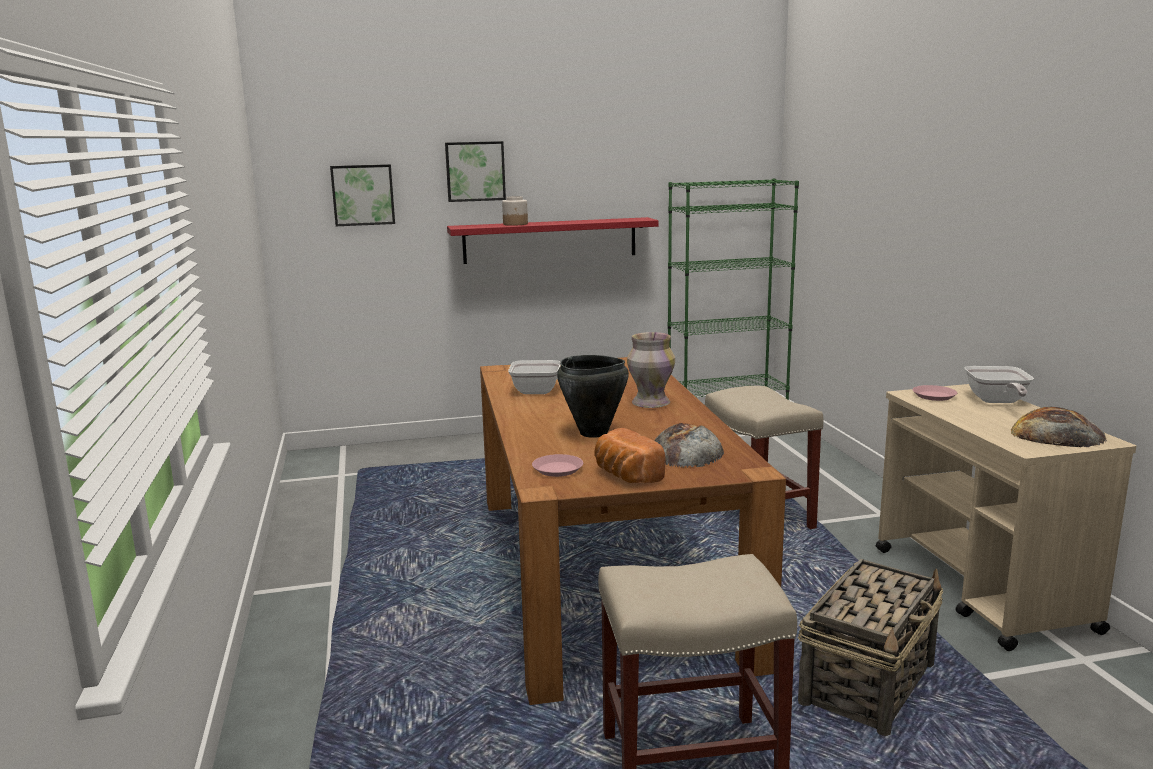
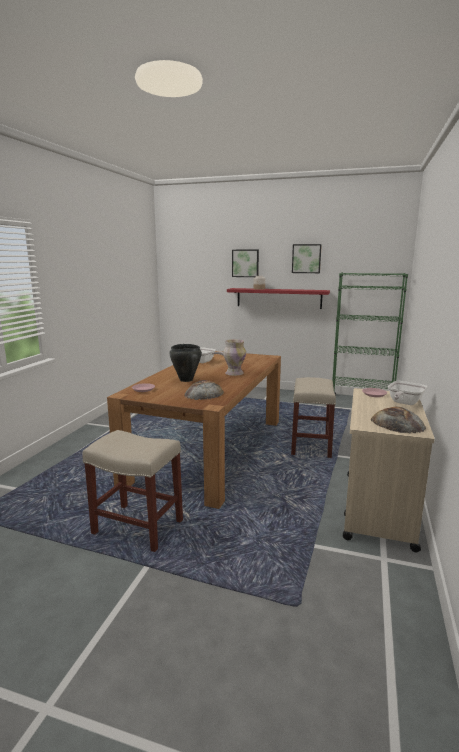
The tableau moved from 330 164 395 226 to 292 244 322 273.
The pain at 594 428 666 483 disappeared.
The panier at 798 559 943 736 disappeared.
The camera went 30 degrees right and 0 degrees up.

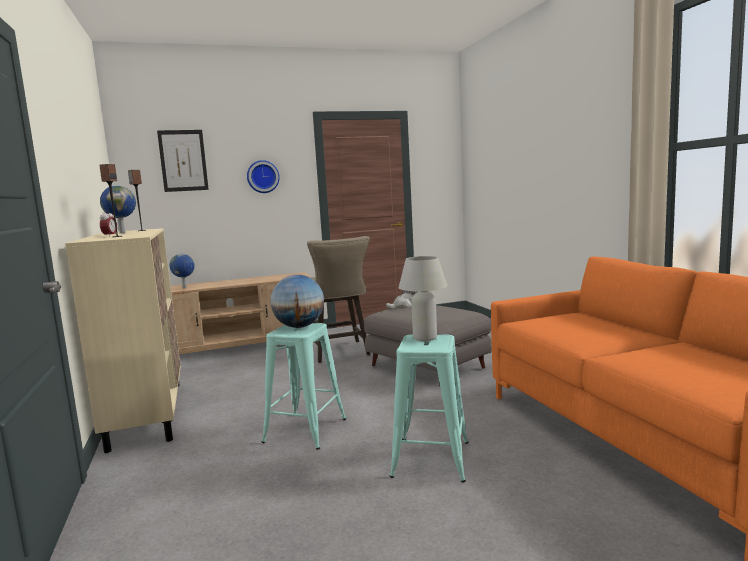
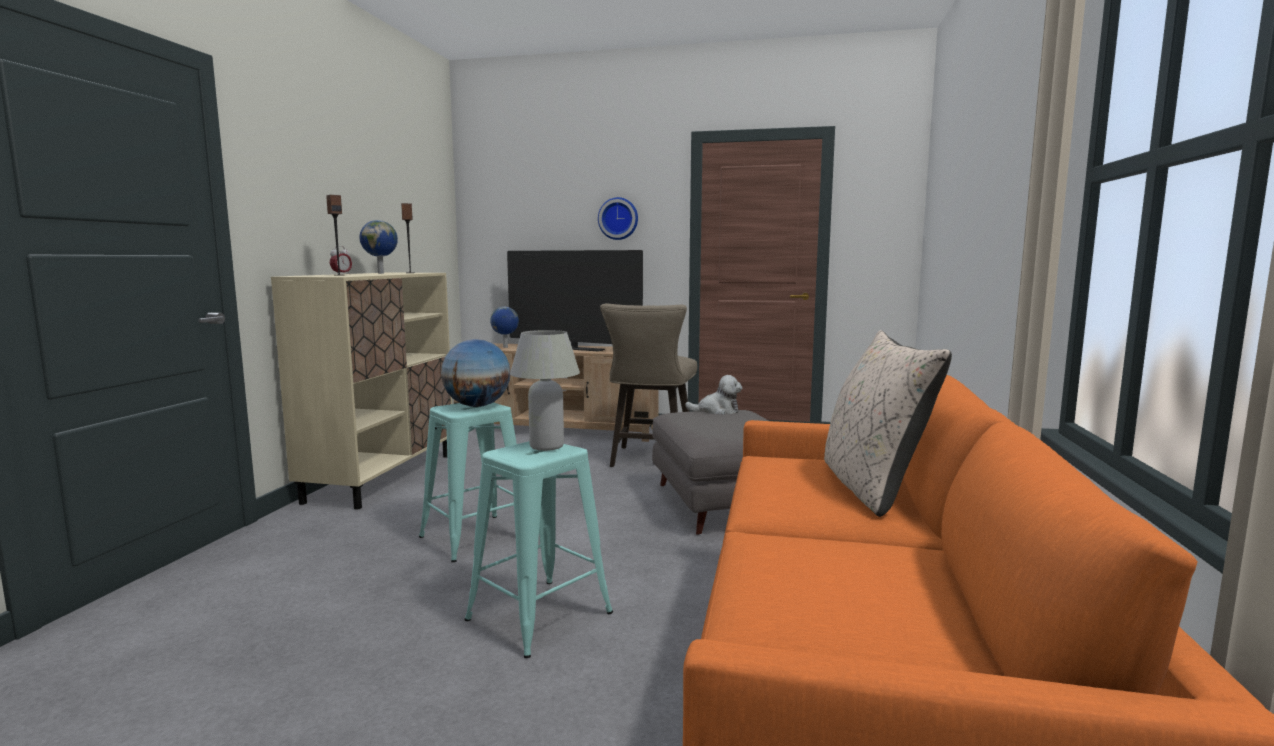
The tableau at 157 130 209 192 disappeared.
The téléviseur at 507 250 643 351 appeared.
The coussin (beige) at 824 330 952 517 appeared.
The camera went 30 degrees right and 0 degrees up.

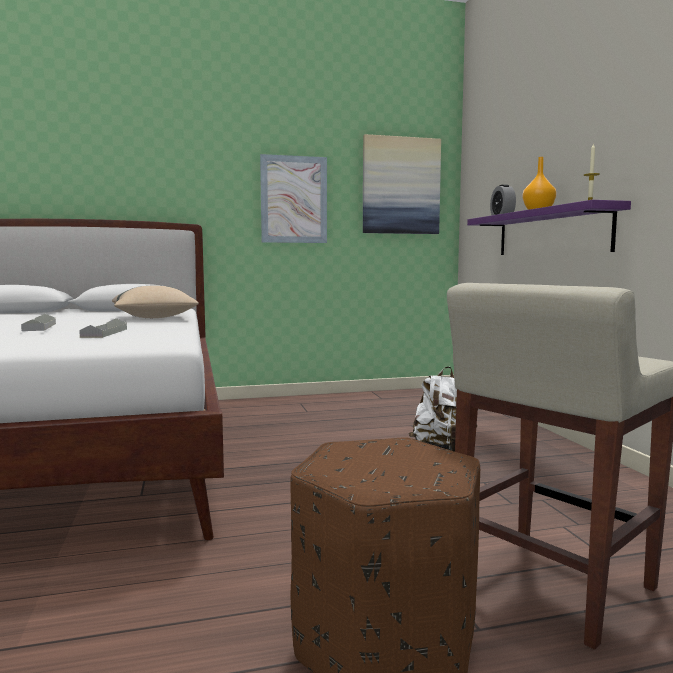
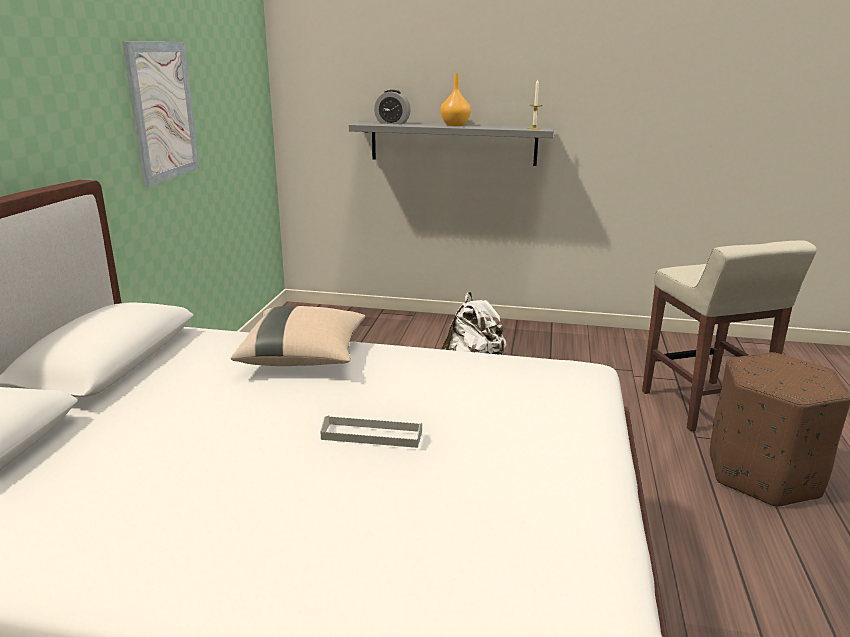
The plateau (gris) at 79 318 127 338 disappeared.
The tableau at 363 134 441 234 disappeared.
The étagère (violet) at 467 200 631 255 became the étagère (gris) at 349 121 554 166.
The camera went 65 degrees left and 15 degrees up.

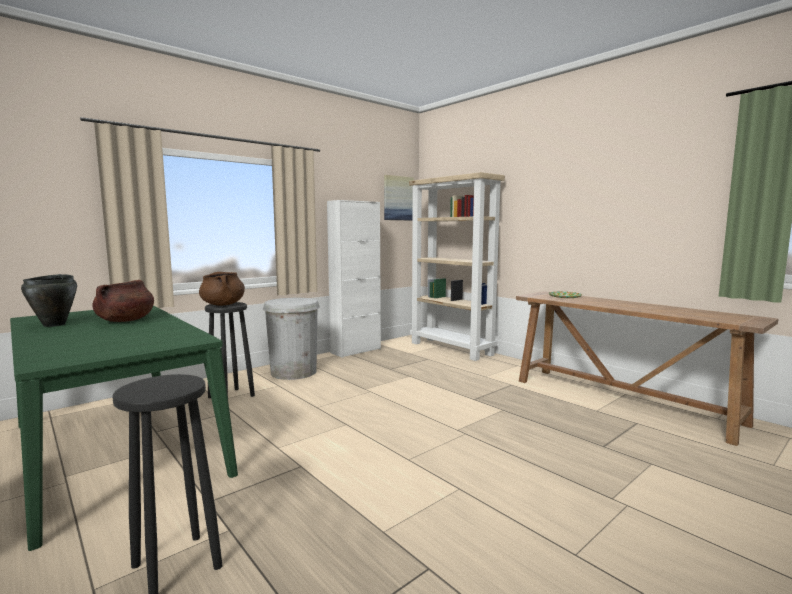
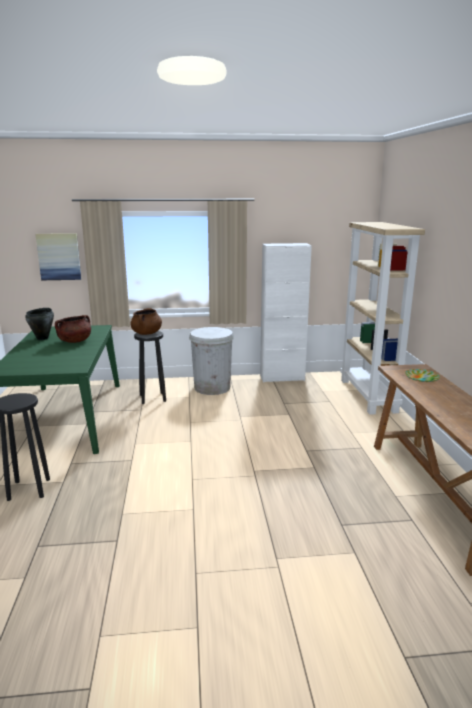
The tableau moved from 384 175 414 220 to 35 233 81 280.
The camera went 35 degrees right and 10 degrees up.

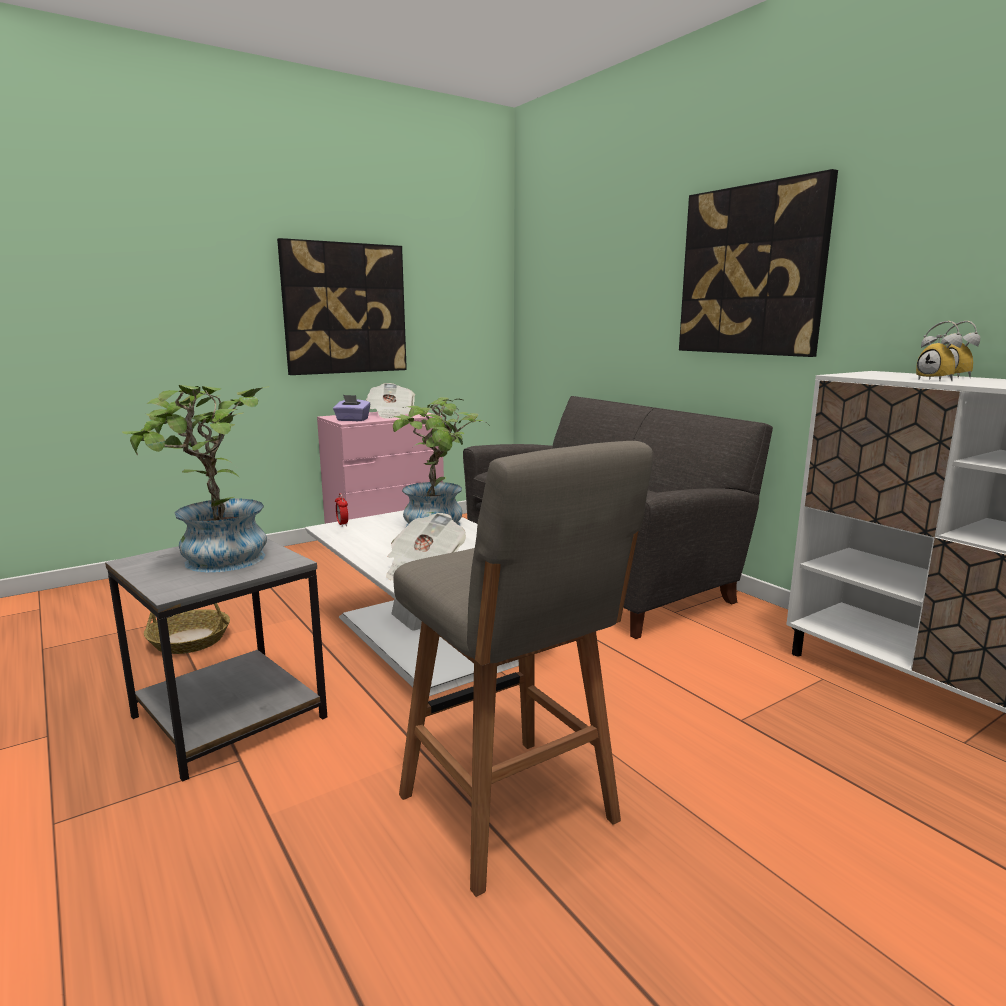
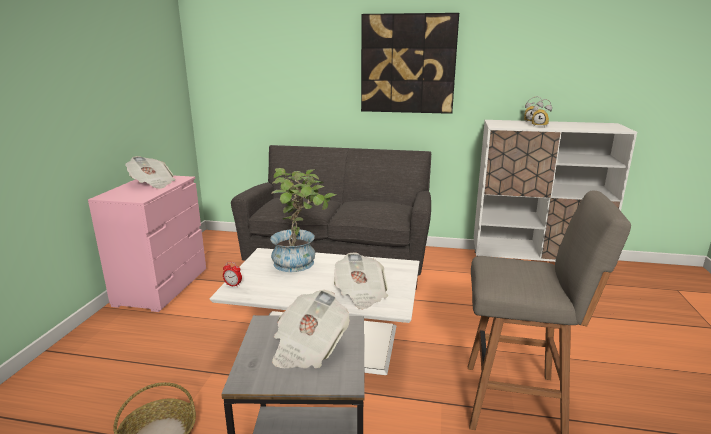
The plante en pot at 122 385 270 572 was replaced by the journal at 272 290 350 369.
The tableau at 277 238 407 375 disappeared.
The boîte à mouchoirs (violet) at 333 395 370 421 disappeared.
The camera went 45 degrees left and 5 degrees up.

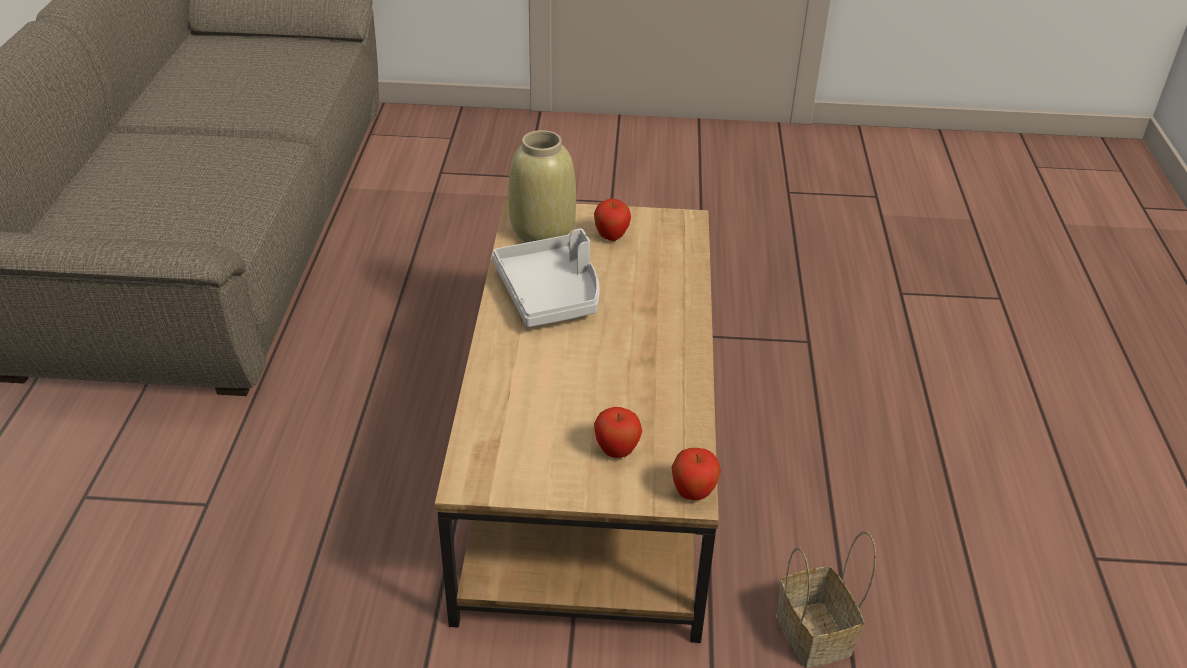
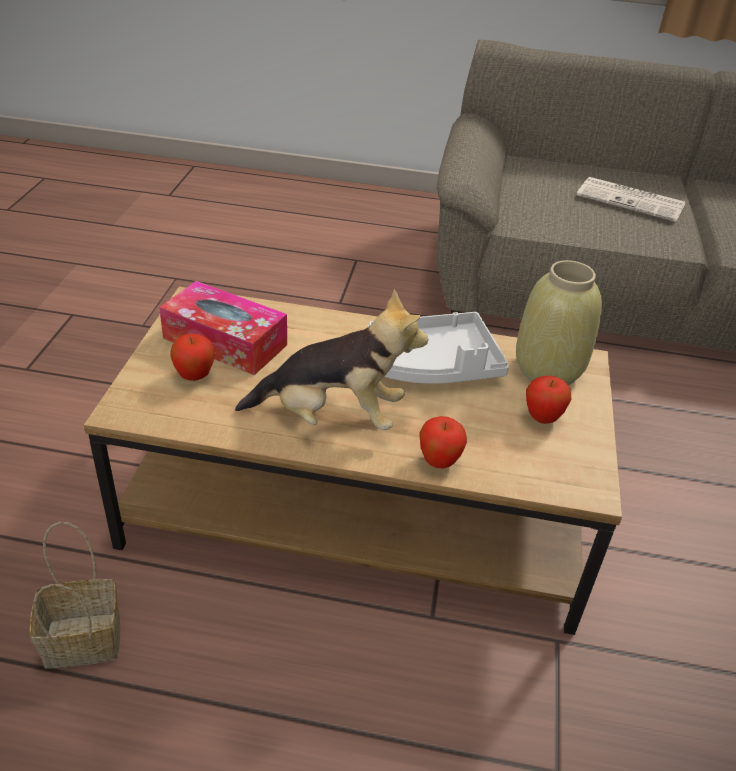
The pomme moved from 672 448 721 500 to 419 416 467 469.
The boîte à mouchoirs at 159 281 287 375 appeared.
The peluche at 235 289 428 430 appeared.
The journal at 577 177 686 222 appeared.
The camera went 95 degrees right and 0 degrees up.

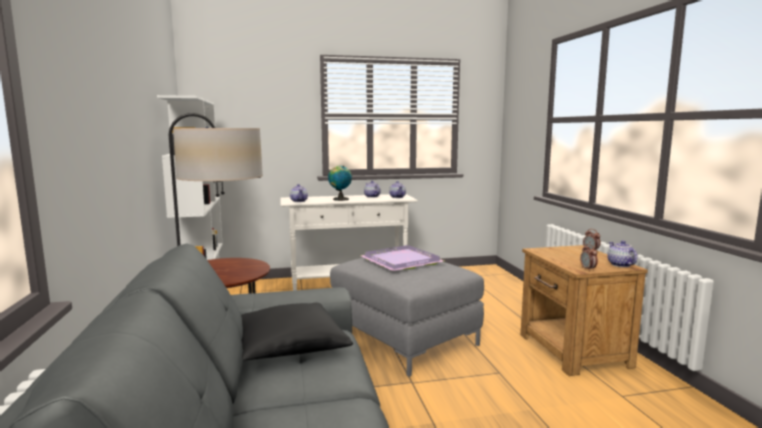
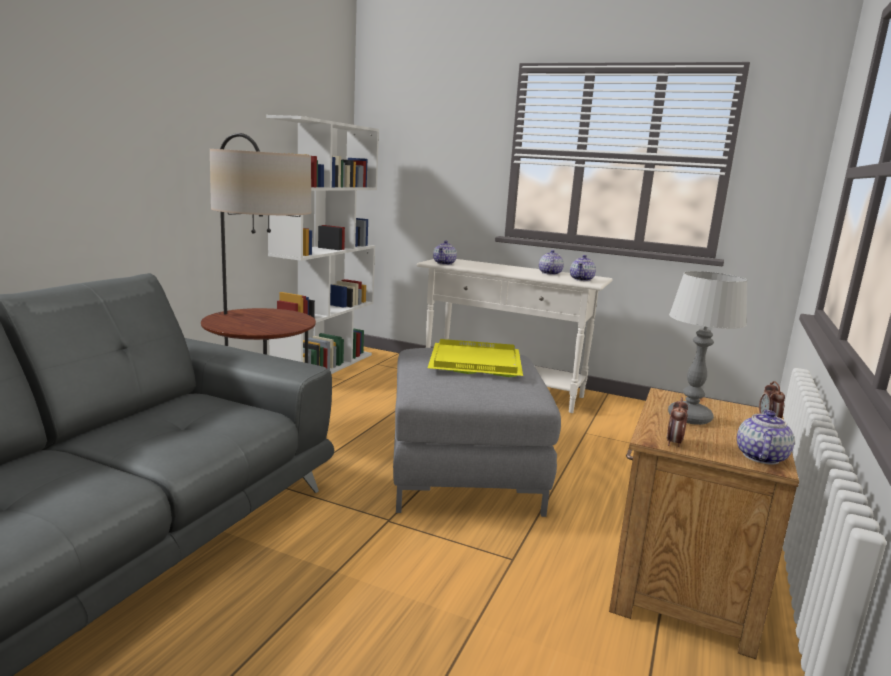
The coussin (noir) at 241 303 353 360 disappeared.
The globe at 328 166 352 201 disappeared.
The plateau (violet) at 361 245 444 271 became the plateau (jaune) at 428 339 523 377.
The lampe de table at 668 271 747 425 appeared.
The camera went 35 degrees right and 5 degrees up.

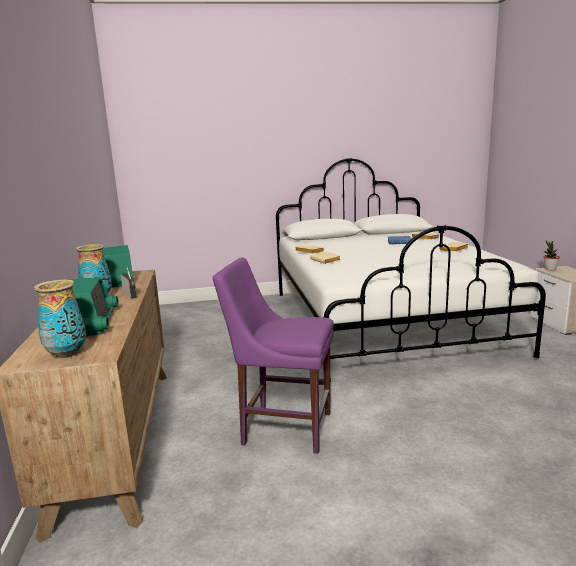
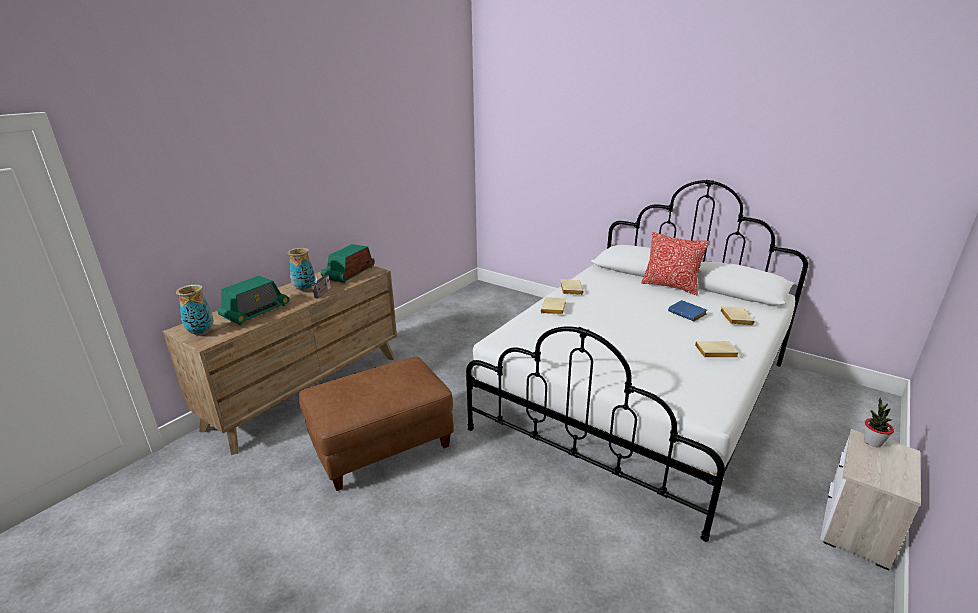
The chaise (violet) at 213 257 334 454 was replaced by the pouf (marron) at 299 357 453 491.
The coussin at 641 232 710 295 appeared.
The camera went 45 degrees right and 10 degrees up.

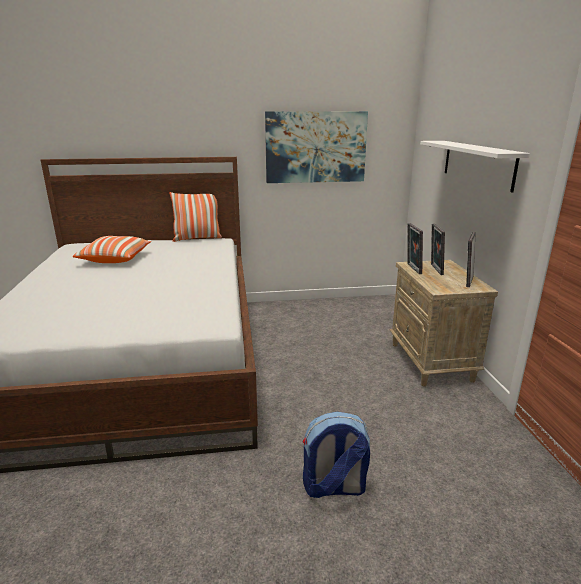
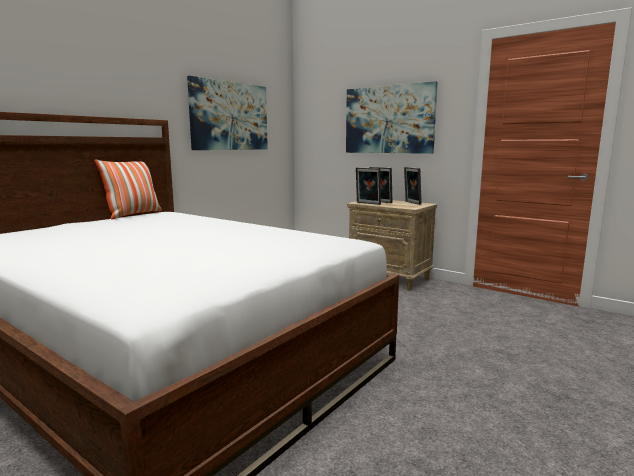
The coussin at 73 236 151 263 disappeared.
The sac à dos at 303 412 370 498 disappeared.
The étagère (blanc) at 420 141 530 193 was replaced by the tableau at 346 81 437 154.
The camera went 45 degrees left and 10 degrees down.

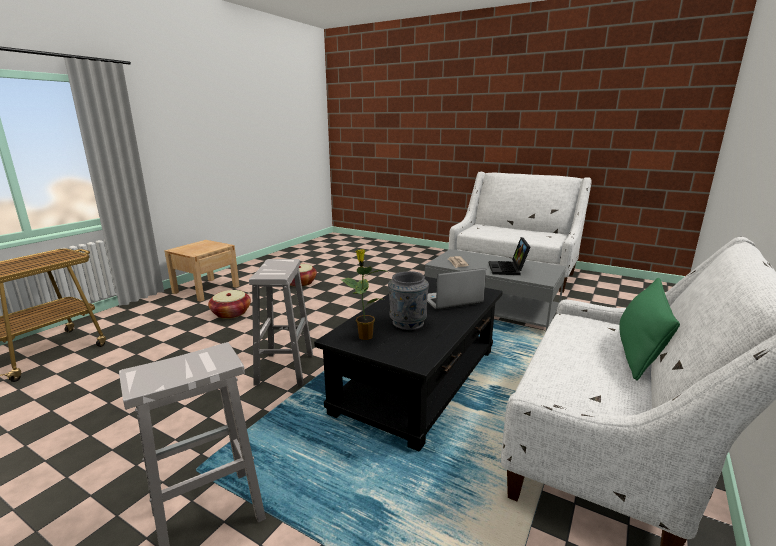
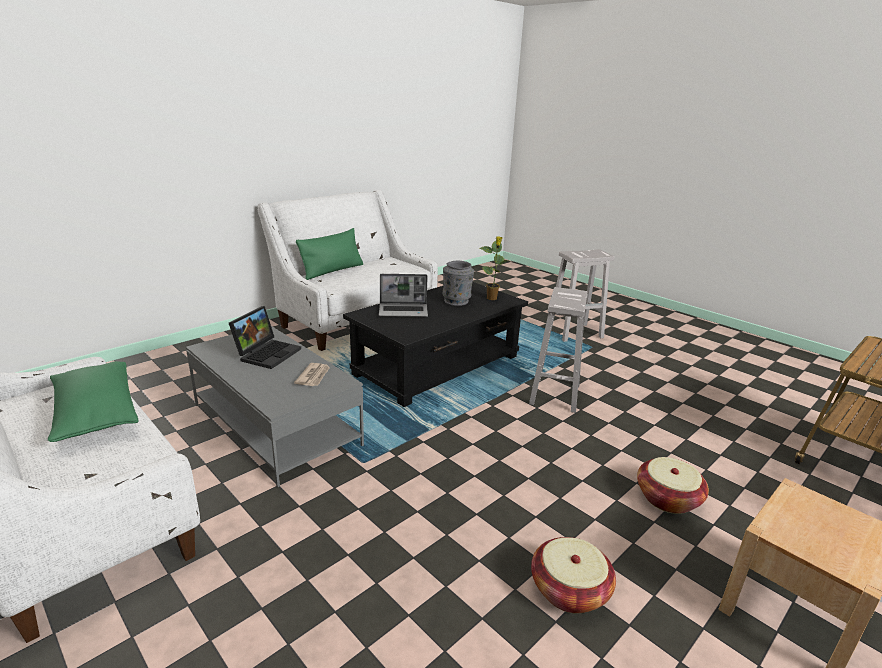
The coussin (vert) at 48 361 139 442 appeared.
The camera went 165 degrees left and 5 degrees up.

